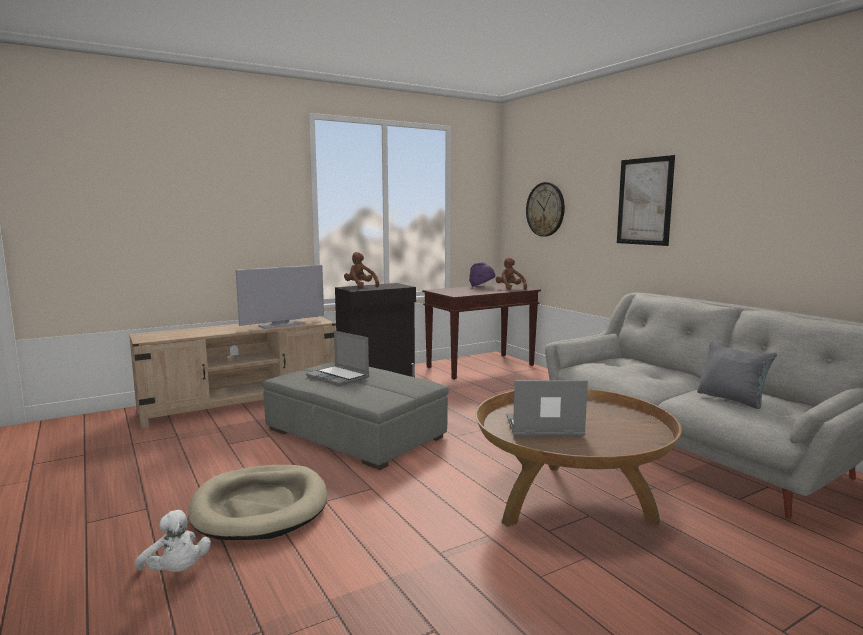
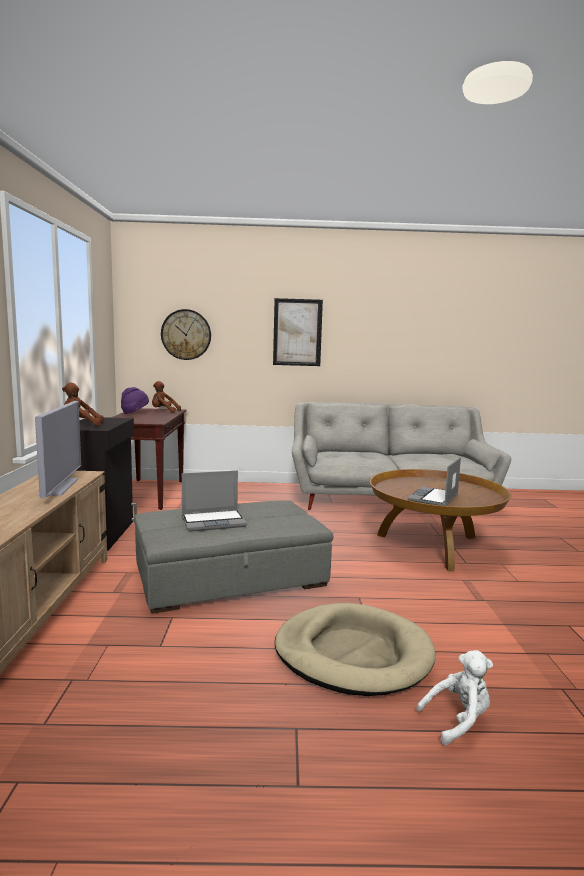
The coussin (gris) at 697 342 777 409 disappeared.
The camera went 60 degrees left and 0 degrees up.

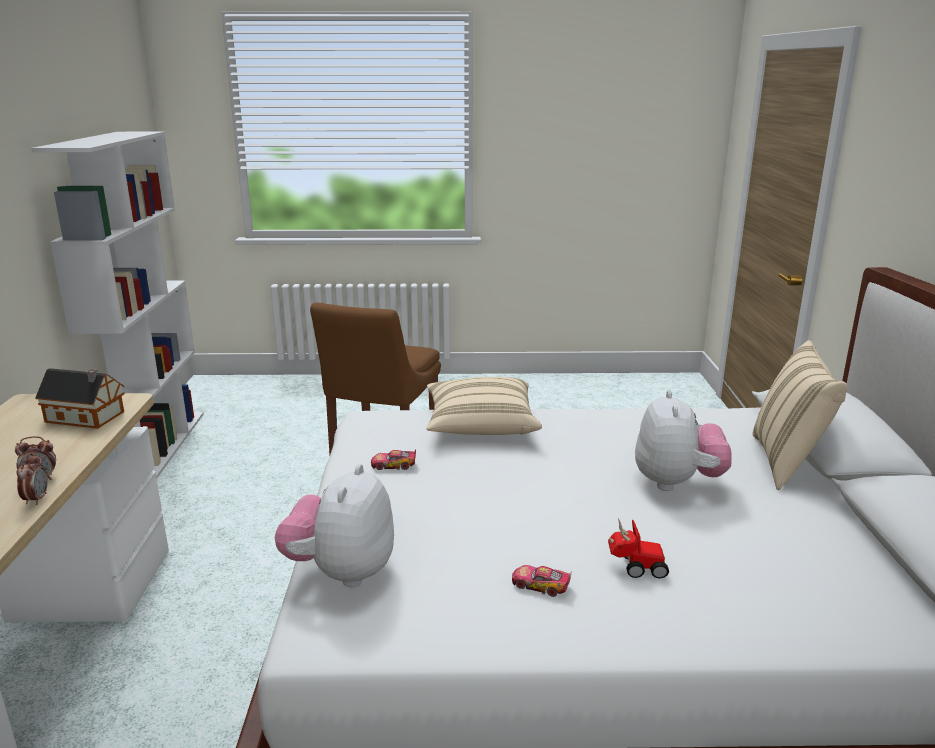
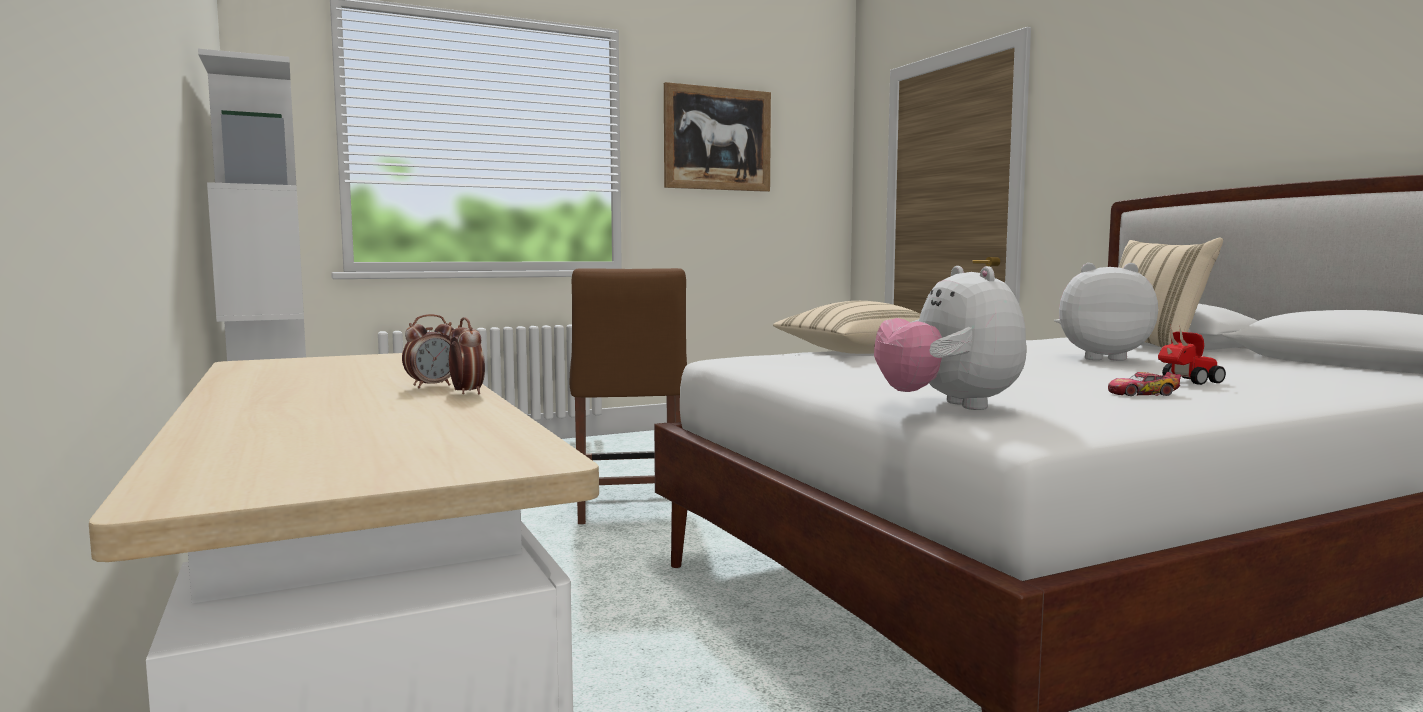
The maison miniature at 35 368 125 429 disappeared.
The petite voiture at 371 449 416 470 disappeared.
The peluche at 635 390 732 491 turned 60 degrees counterclockwise.
The tableau at 664 82 771 192 appeared.
The camera went 25 degrees left and 15 degrees down.

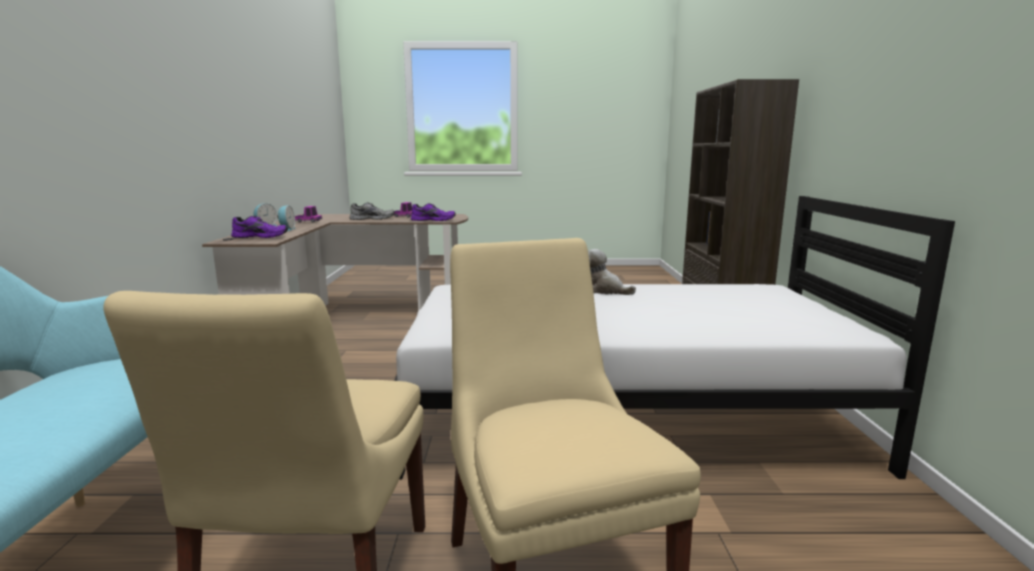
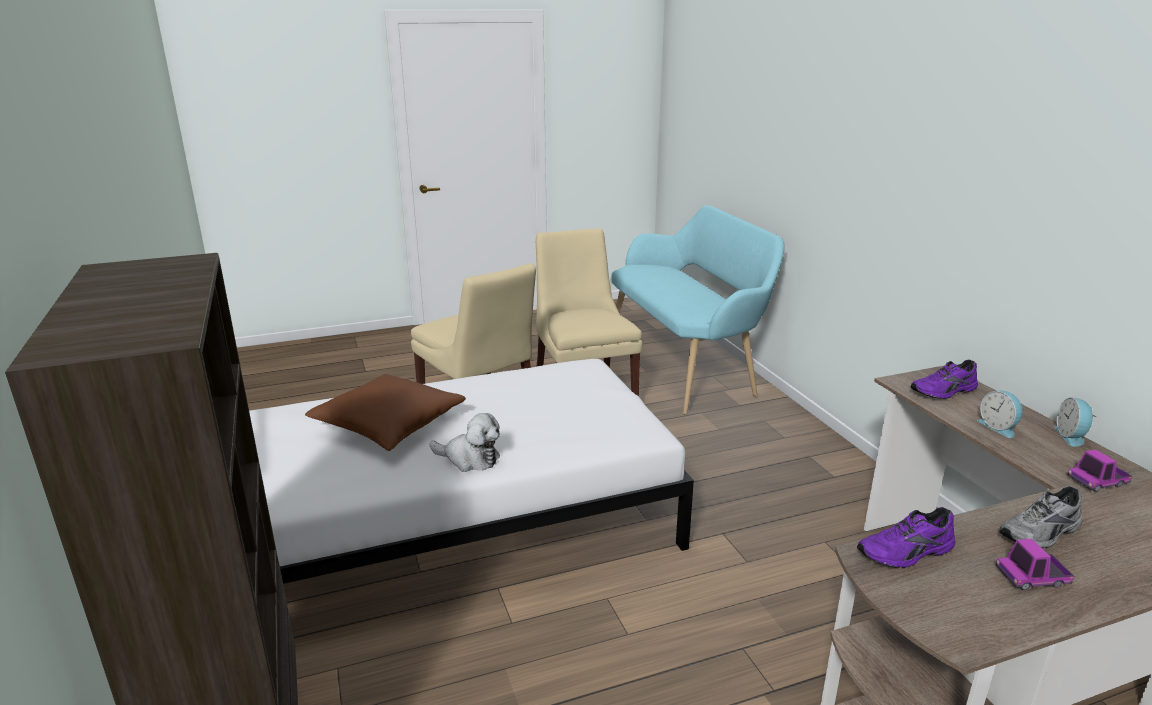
The coussin (marron) at 305 374 466 451 appeared.
The camera went 160 degrees right and 10 degrees up.

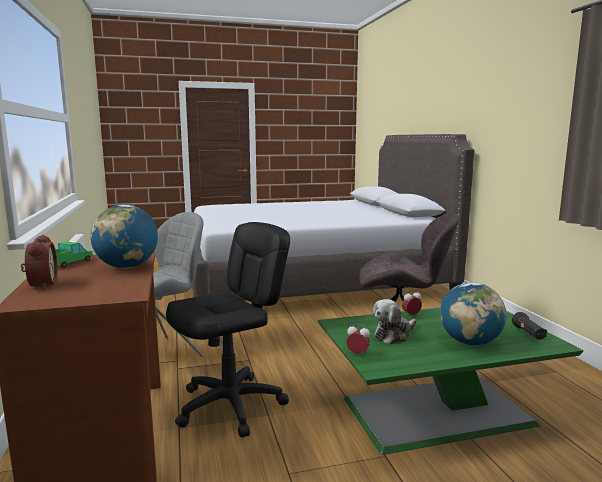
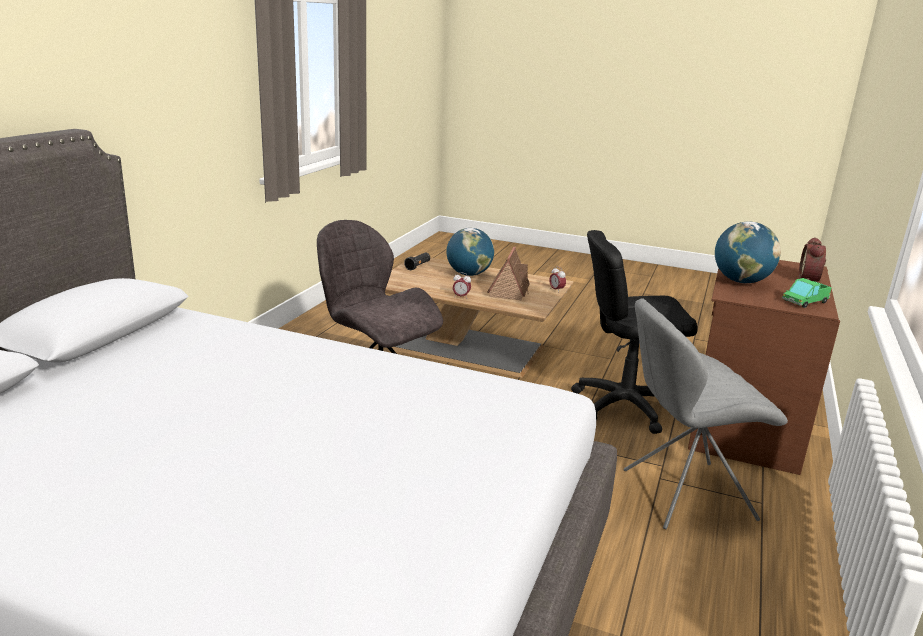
The table basse (vert) at 318 308 583 455 became the table basse (marron) at 385 255 574 378.
The peluche at 373 299 416 344 was replaced by the maison miniature at 487 247 530 300.
The camera went 145 degrees left and 10 degrees up.

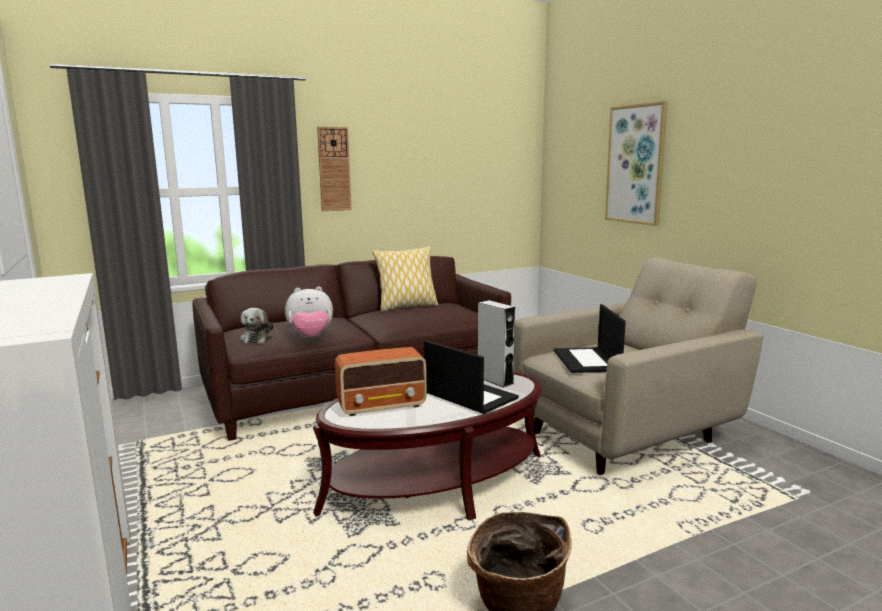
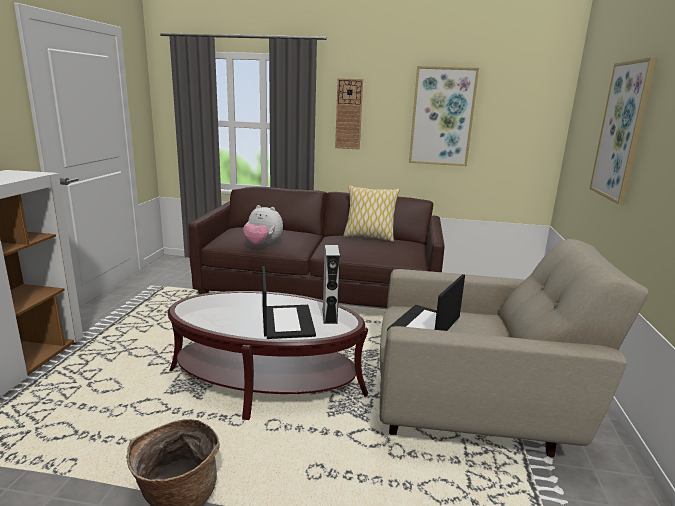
The peluche at 240 308 273 344 disappeared.
The radio at 335 347 427 416 disappeared.
The tableau at 409 66 479 166 appeared.
The camera went 35 degrees right and 5 degrees up.

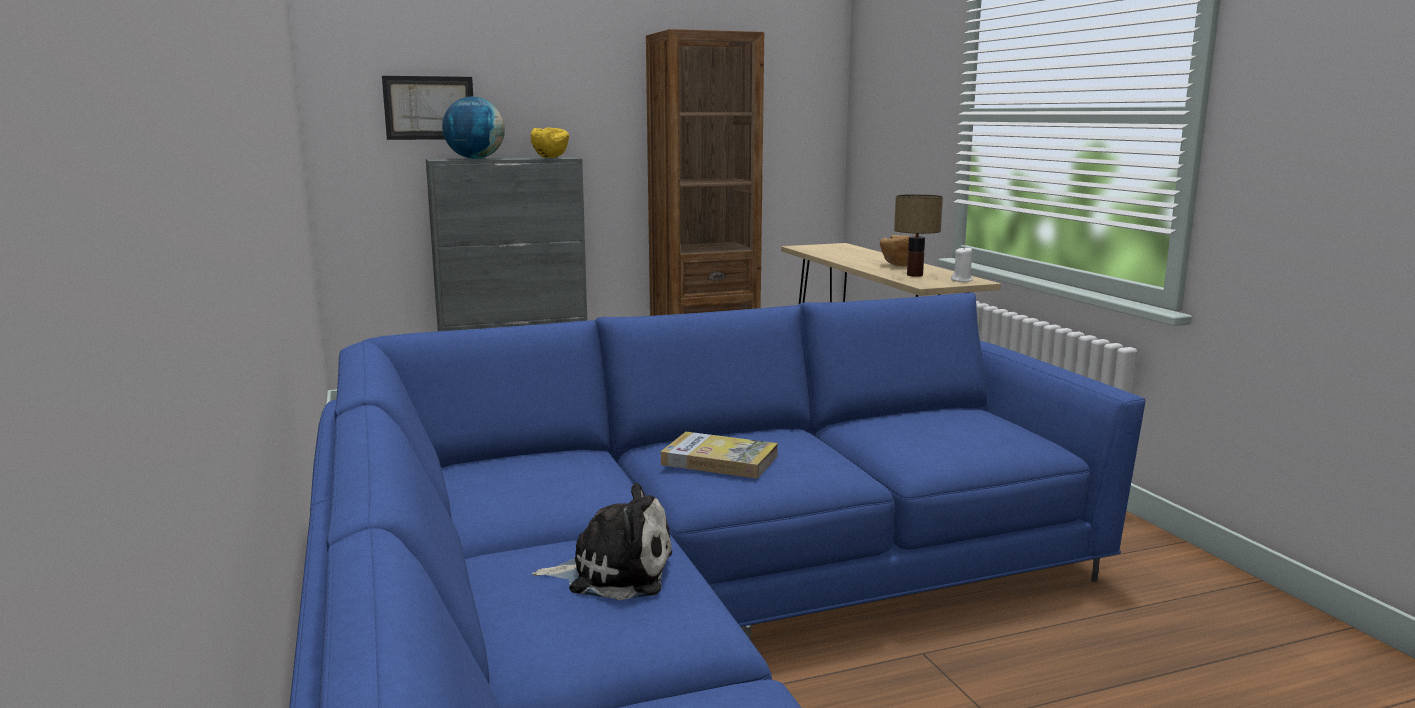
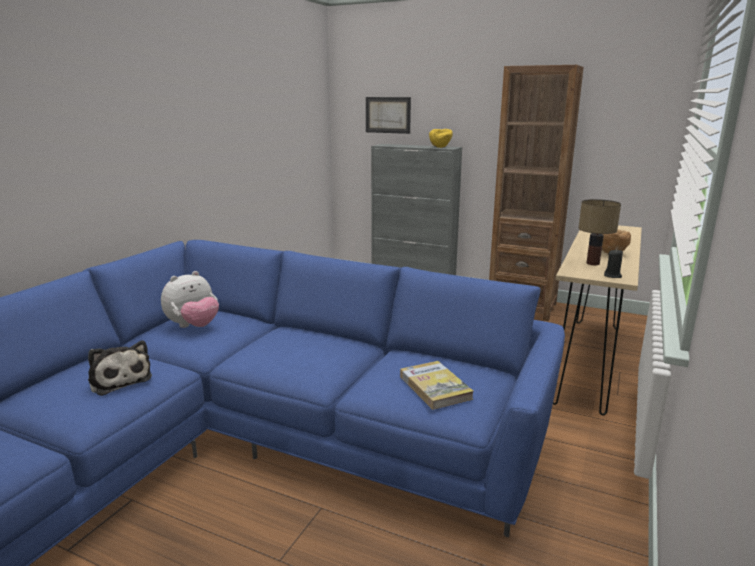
The globe at 442 97 505 159 disappeared.
The livre moved from 661 432 778 479 to 400 361 474 410.
The bougie (blanc) at 951 246 973 282 became the bougie (noir) at 604 249 623 278.
The peluche at 161 271 219 328 appeared.
The camera went 45 degrees right and 5 degrees up.

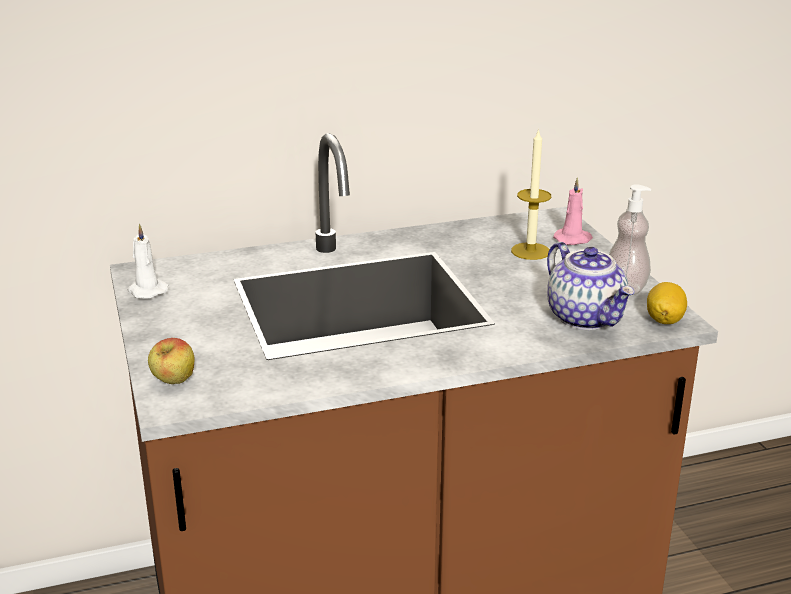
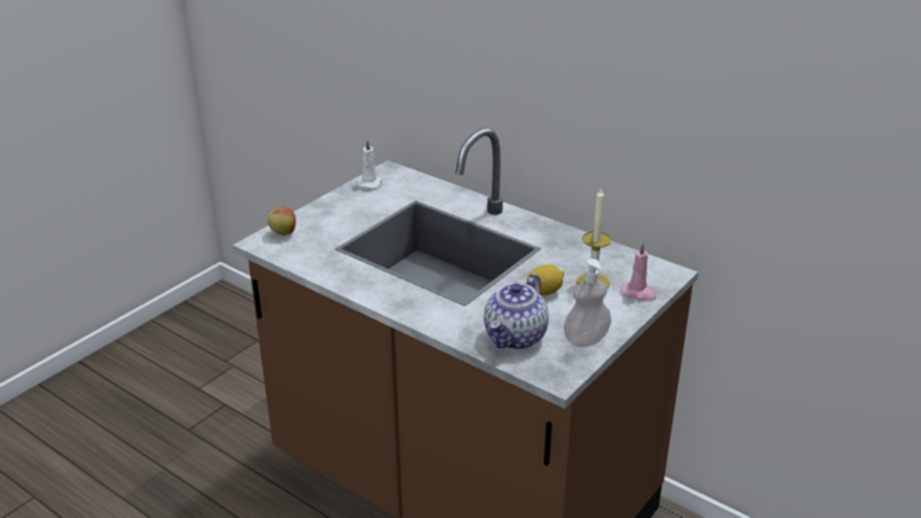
The citron moved from 647 282 687 324 to 527 265 564 296.
The camera went 55 degrees right and 5 degrees up.

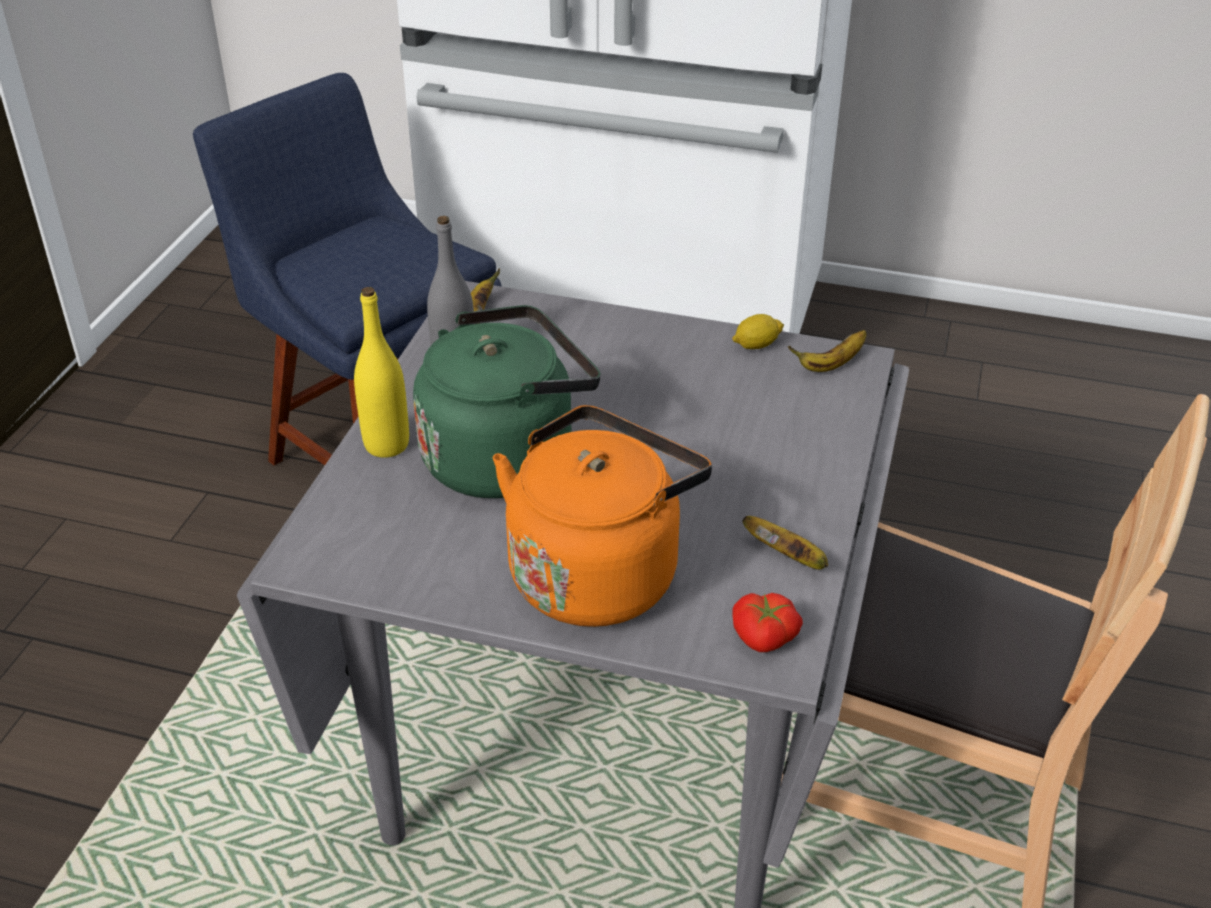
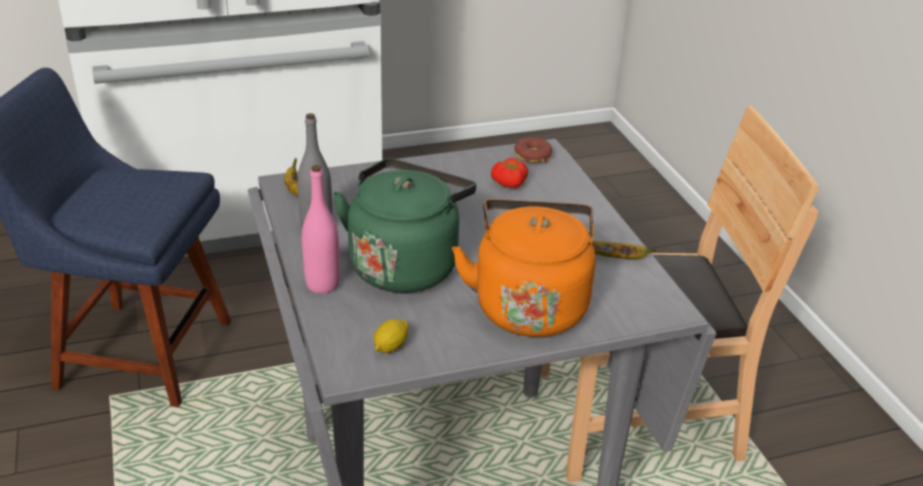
The bouteille (jaune) at 354 287 409 458 became the bouteille (rose) at 302 165 340 294.
The citron moved from 732 314 784 349 to 374 319 409 353.
The tomate moved from 733 593 803 652 to 491 158 528 188.
The banane at 788 330 867 372 was replaced by the beignet at 515 137 552 163.
The camera went 35 degrees left and 5 degrees down.

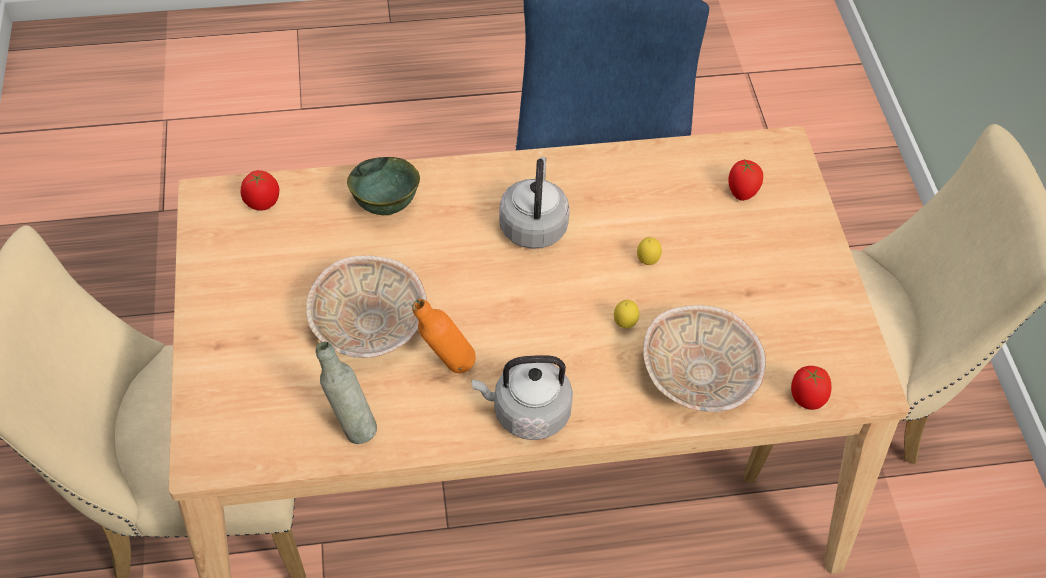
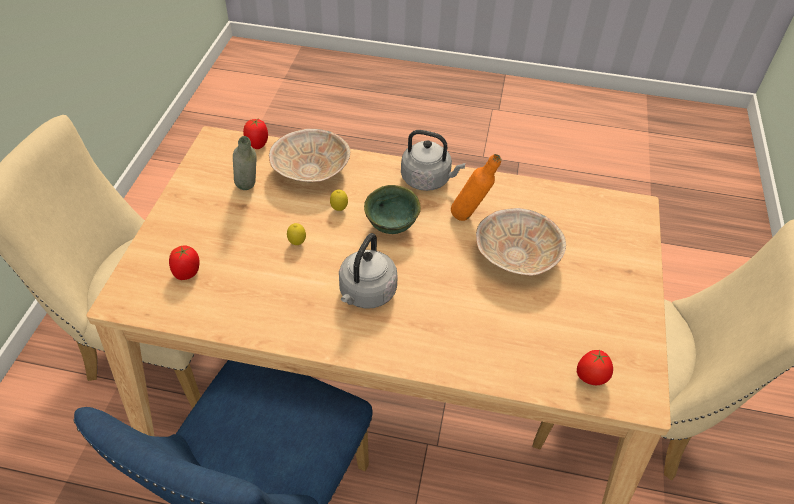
The bouteille (gris) moved from 316 342 377 444 to 233 136 256 190.
The bol (vert) moved from 347 157 420 216 to 364 185 421 234.
The camera went 160 degrees left and 5 degrees down.

